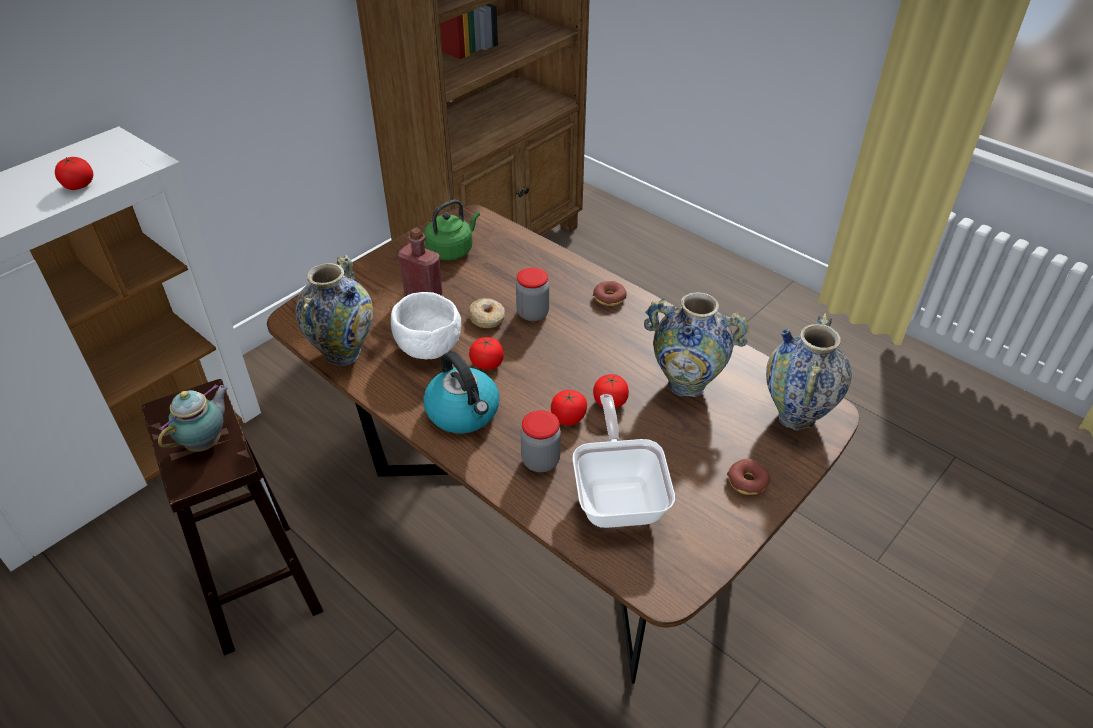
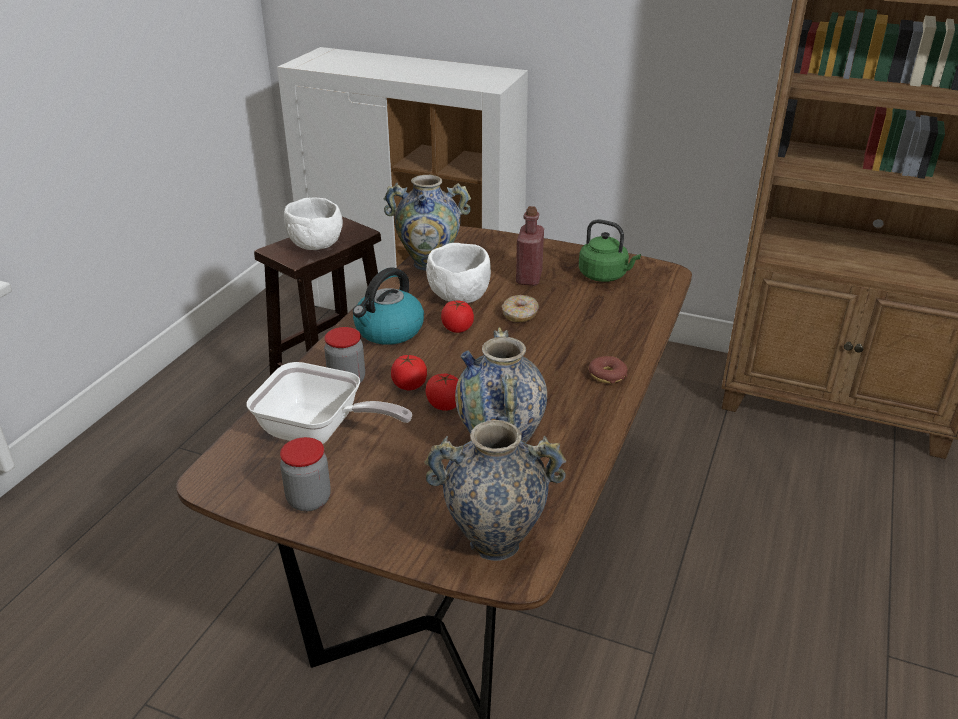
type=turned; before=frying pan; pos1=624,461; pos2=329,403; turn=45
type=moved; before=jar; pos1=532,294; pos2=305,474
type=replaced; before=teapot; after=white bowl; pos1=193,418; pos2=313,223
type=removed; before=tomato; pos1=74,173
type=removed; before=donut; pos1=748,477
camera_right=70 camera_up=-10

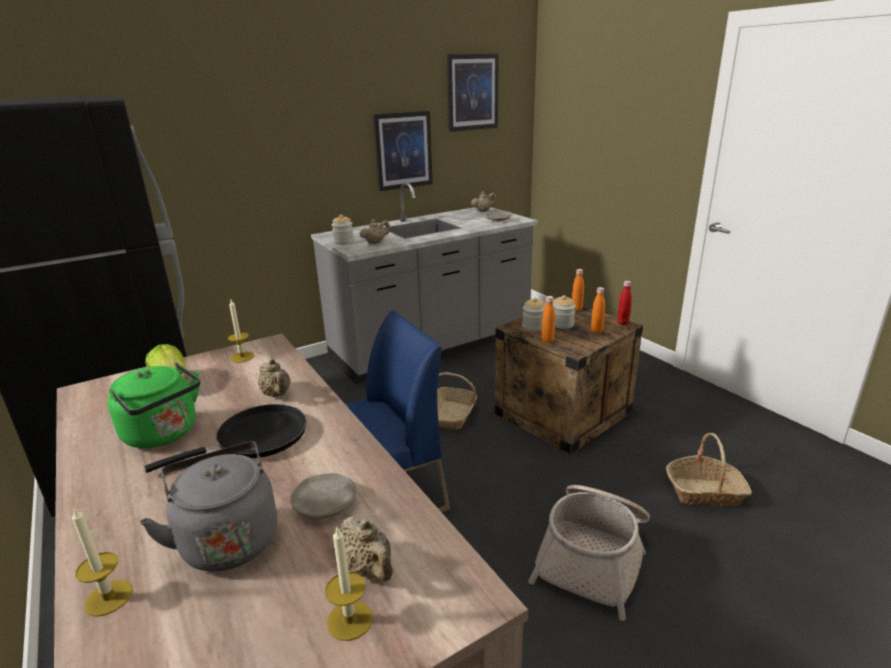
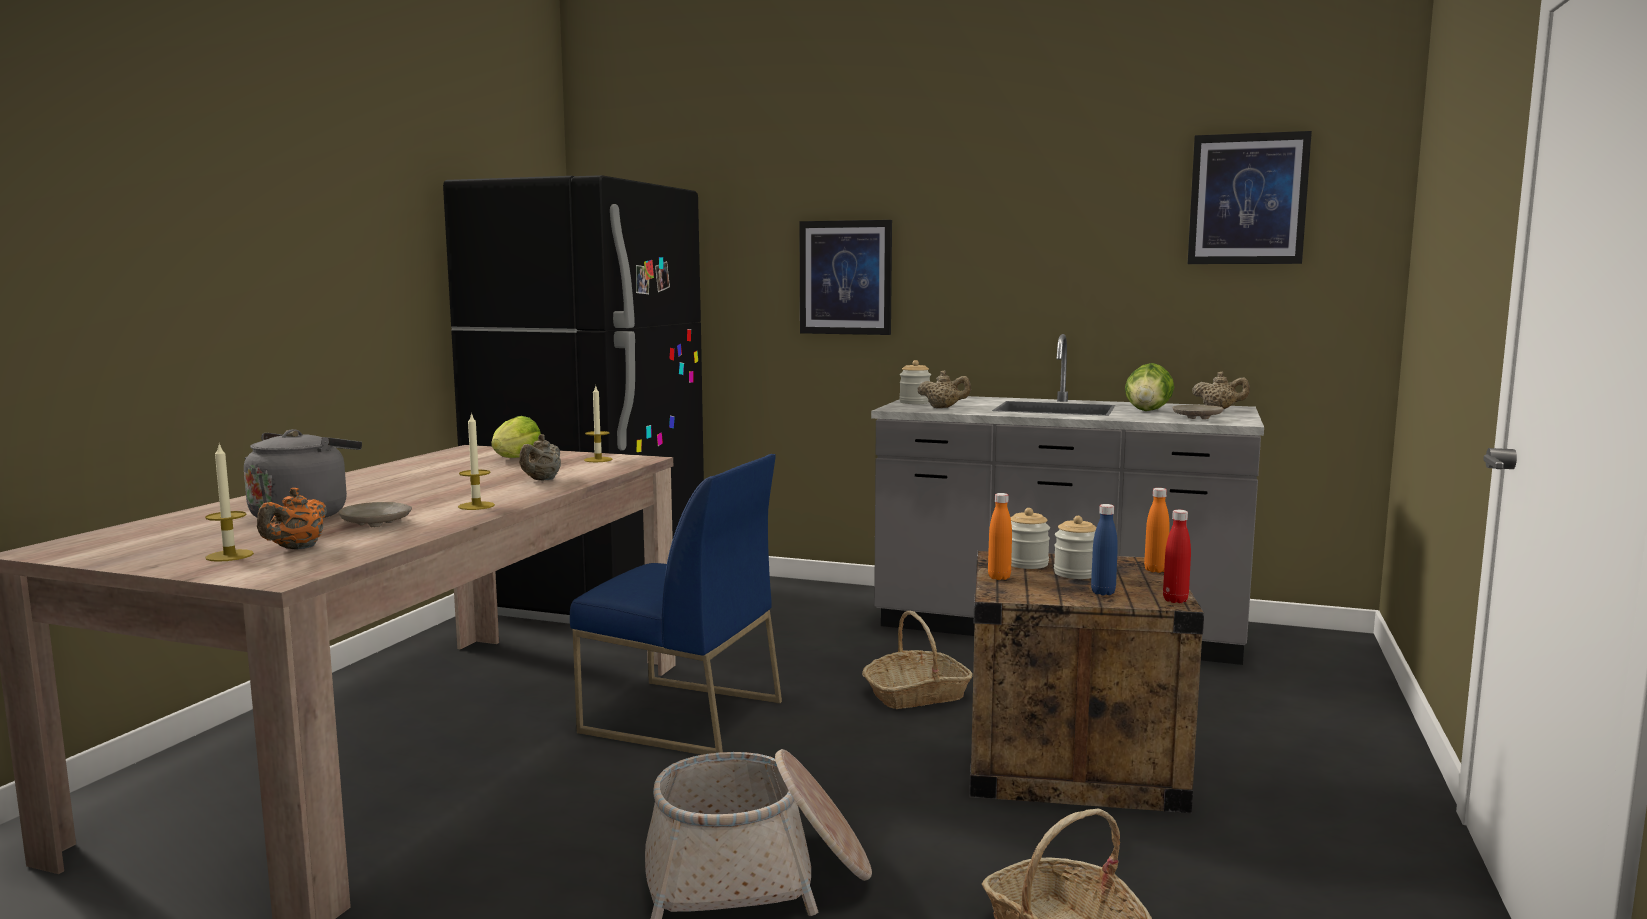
type=recoloured; before=beige teapot; after=orange teapot; pos1=366,549; pos2=292,519
type=moved; before=candle; pos1=102,562; pos2=476,461
type=moved; before=picture; pos1=403,151; pos2=846,277
type=recoloured; before=orange bottle; after=blue bottle; pos1=598,310; pos2=1104,549
type=added; after=lettuce; pos2=1149,387
type=removed; before=green kettle; pos1=154,405
type=removed; before=black frying pan; pos1=225,438
camera_right=50 camera_up=-15

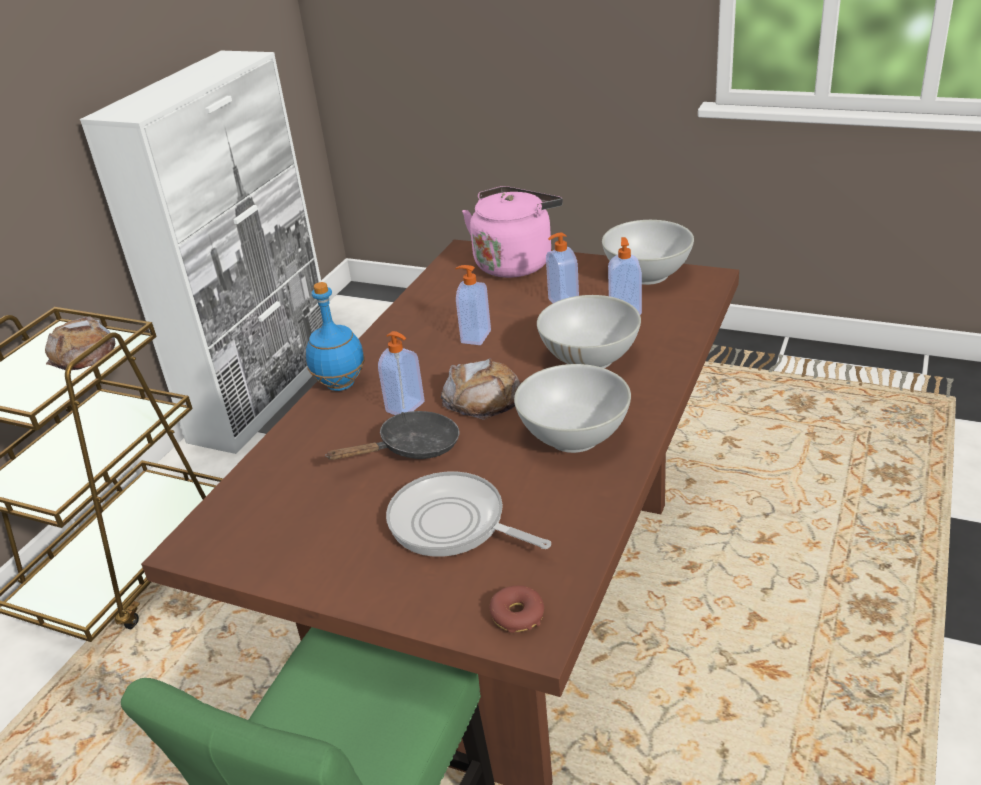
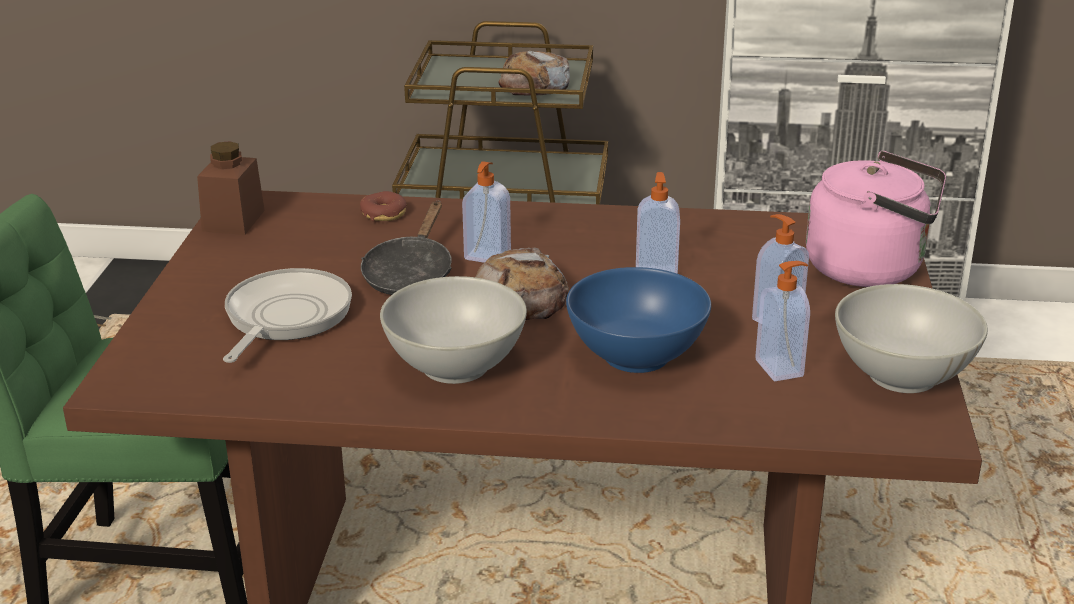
type=added; after=brown jar; pos2=231,188
type=moved; before=donut; pos1=516,609; pos2=383,206
type=turned; before=black frying pan; pos1=392,435; pos2=406,248; turn=60
type=recoloured; before=white bowl; after=blue bowl; pos1=589,331; pos2=638,320
type=removed; before=blue bottle; pos1=335,336
camera_right=70 camera_up=-5

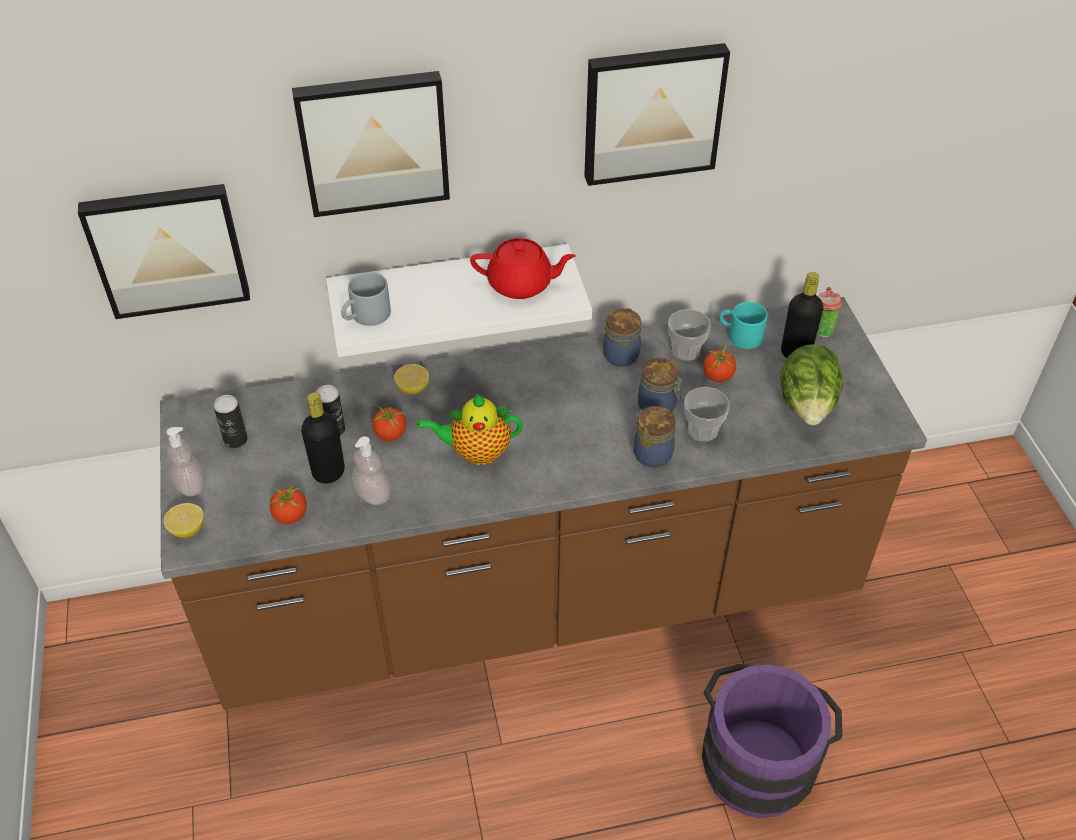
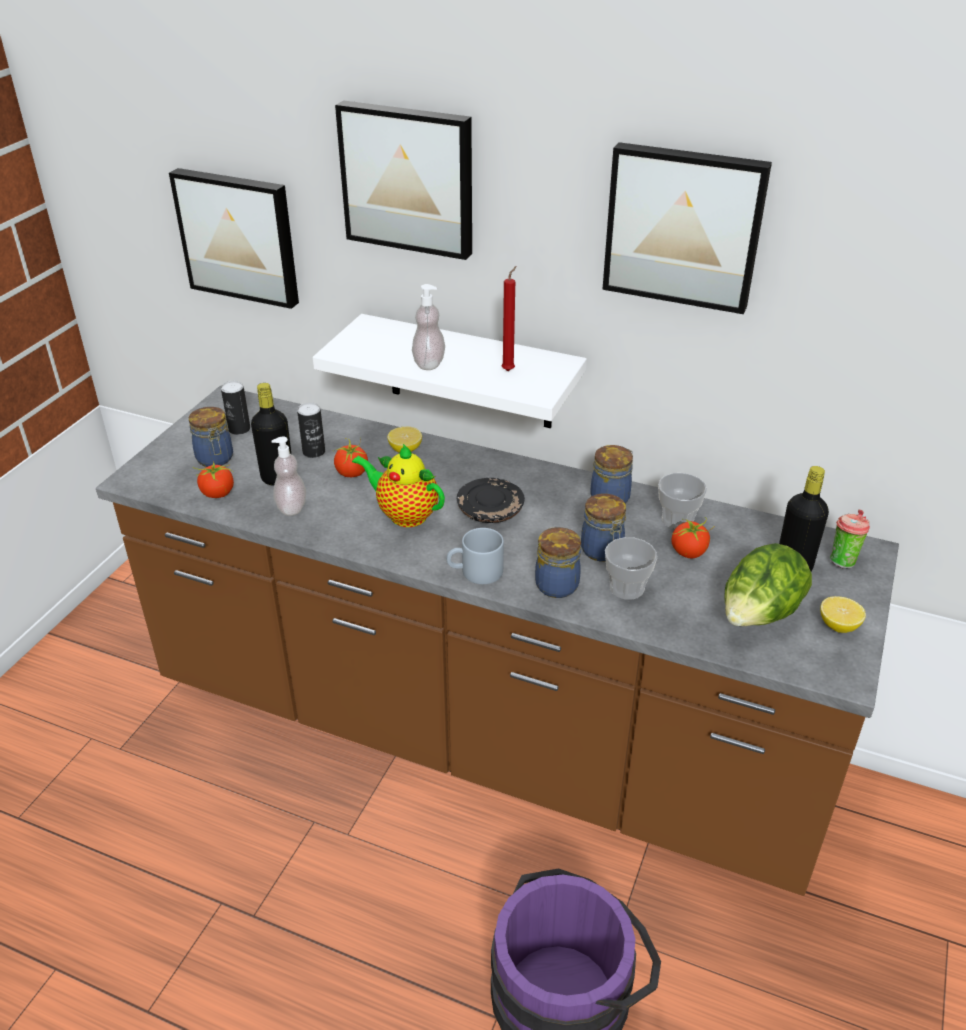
type=added; after=jar; pos2=211,437
type=moved; before=soap dispenser; pos1=186,462; pos2=428,327
type=moved; before=grey mug; pos1=366,299; pos2=475,556
type=added; after=black plate; pos2=491,500
type=replaced; before=red teapot; after=red candle; pos1=523,268; pos2=508,318
type=moved; before=lemon; pos1=184,520; pos2=843,614
type=removed; before=turquoise mug; pos1=744,325
camera_right=35 camera_up=-10

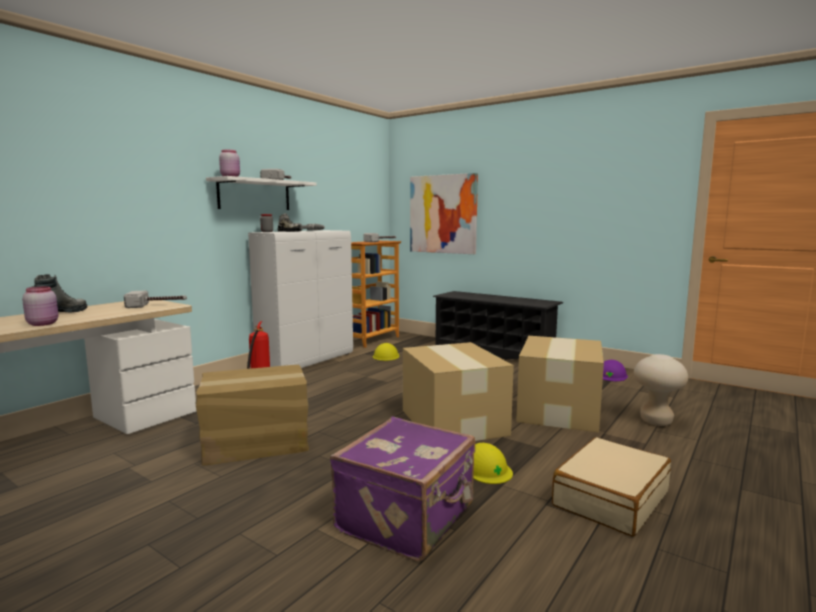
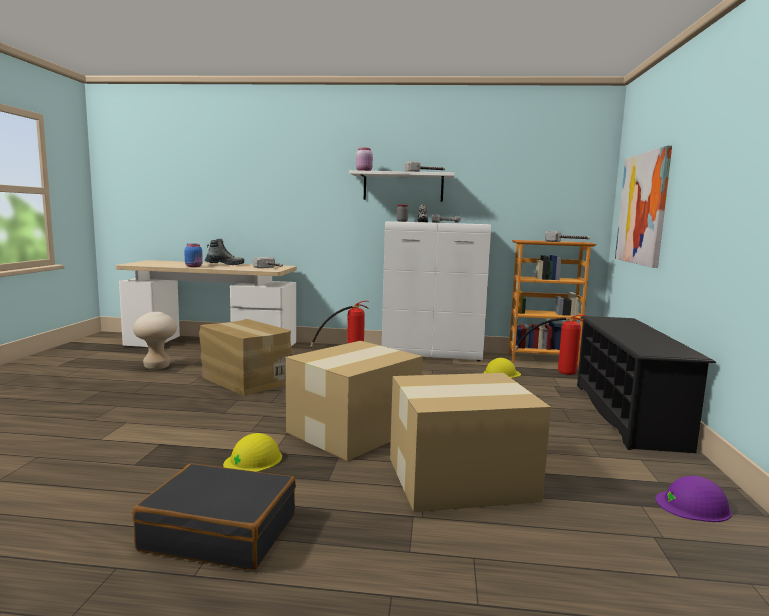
type=moved; before=beige stool; pos1=661,390; pos2=155,341
type=recoloured; before=beige suitcase; after=black suitcase; pos1=611,487; pos2=214,516
type=recoloured; before=pink jar; after=blue jar; pos1=40,306; pos2=193,255
type=added; after=fire extinguisher; pos2=551,345
type=removed; before=purple suitcase; pos1=402,489
camera_right=60 camera_up=0

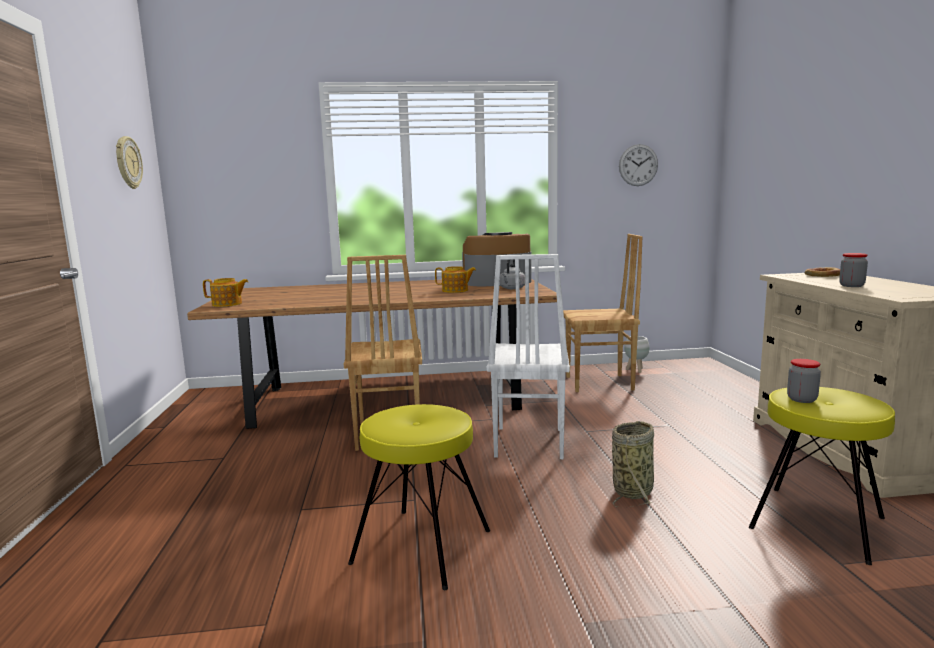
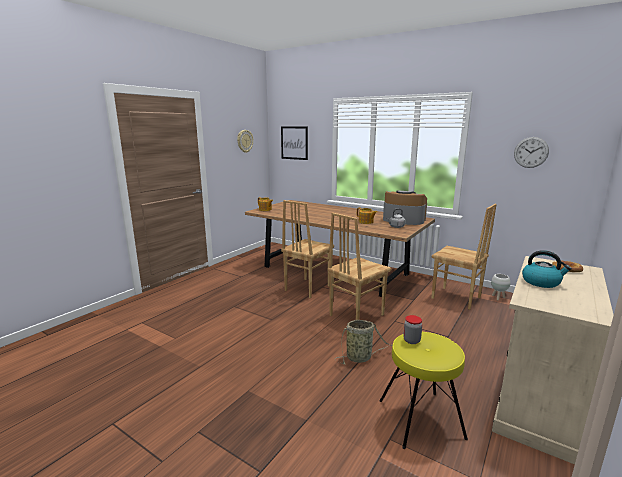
type=added; after=picture; pos2=294,143
type=recoloured; before=white chair; after=brown chair; pos1=528,356; pos2=359,266
type=replaced; before=jar; after=kettle; pos1=853,270; pos2=547,269
type=removed; before=yellow stool; pos1=419,497
camera_right=40 camera_up=5

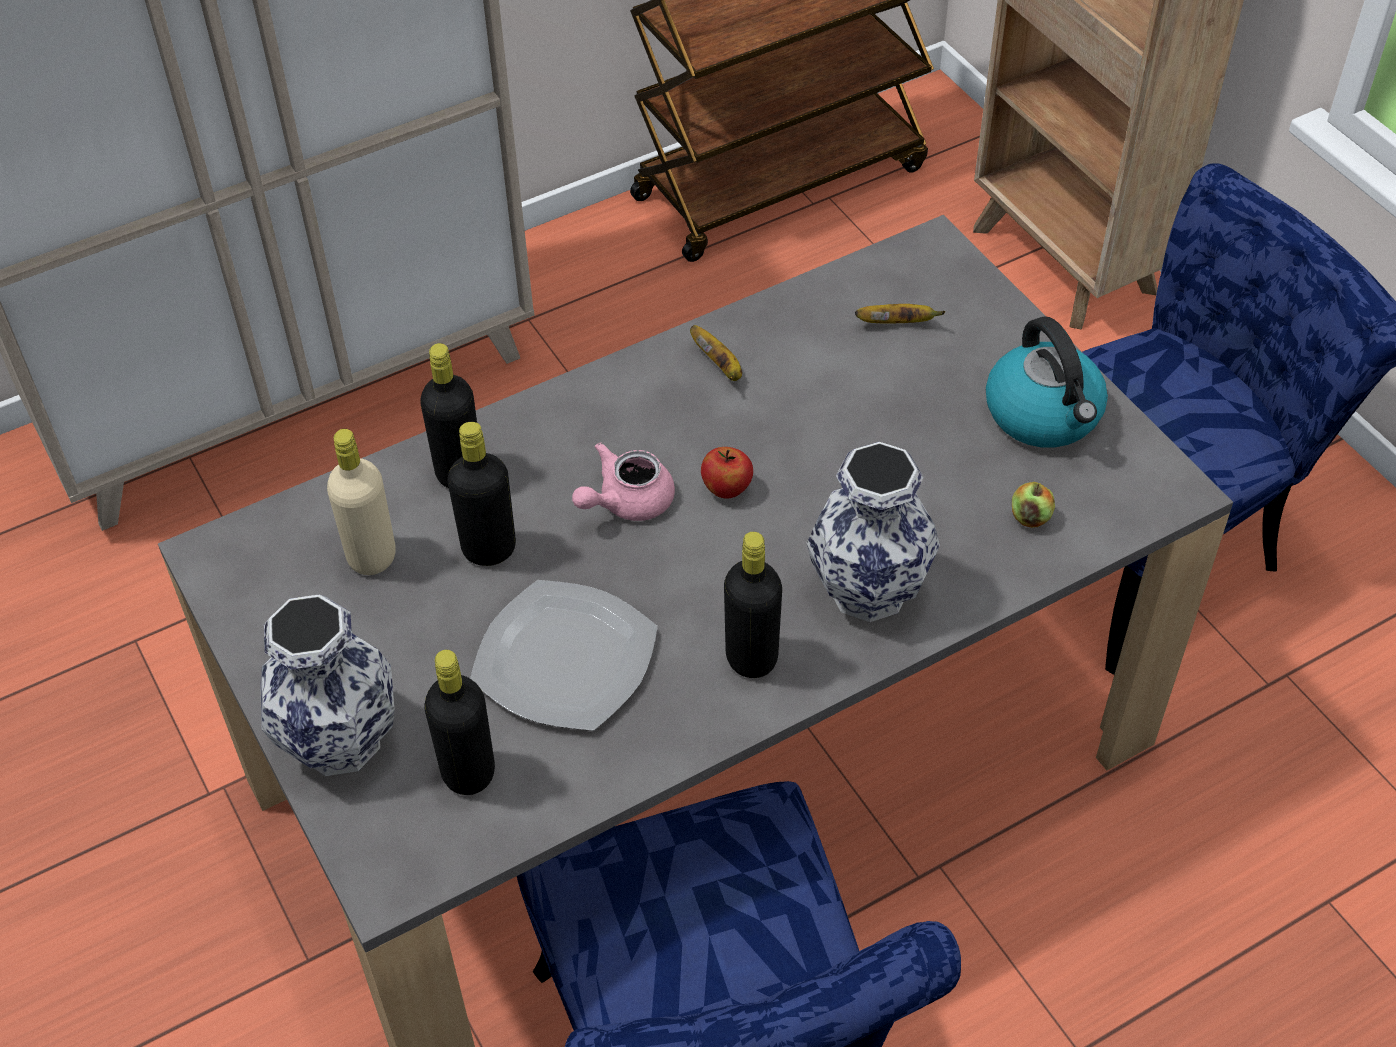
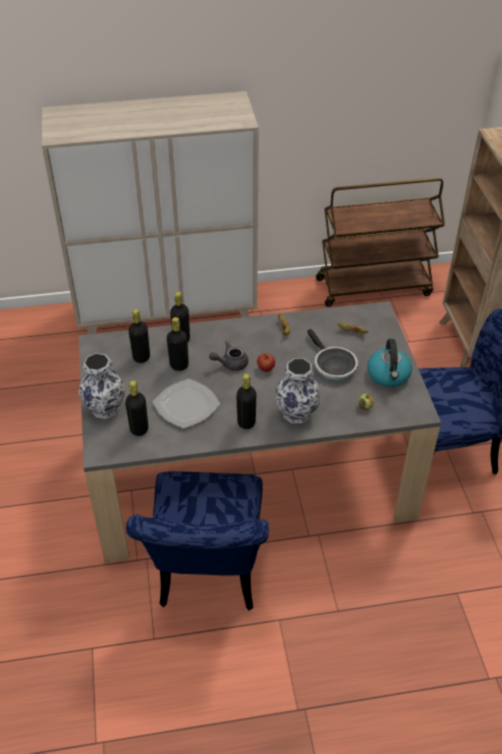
type=recoloured; before=beige bottle; after=black bottle; pos1=361,502; pos2=139,336
type=recoloured; before=pink teapot; after=grey teapot; pos1=623,482; pos2=228,356
type=added; after=frying pan; pos2=332,355
camera_right=20 camera_up=-5

